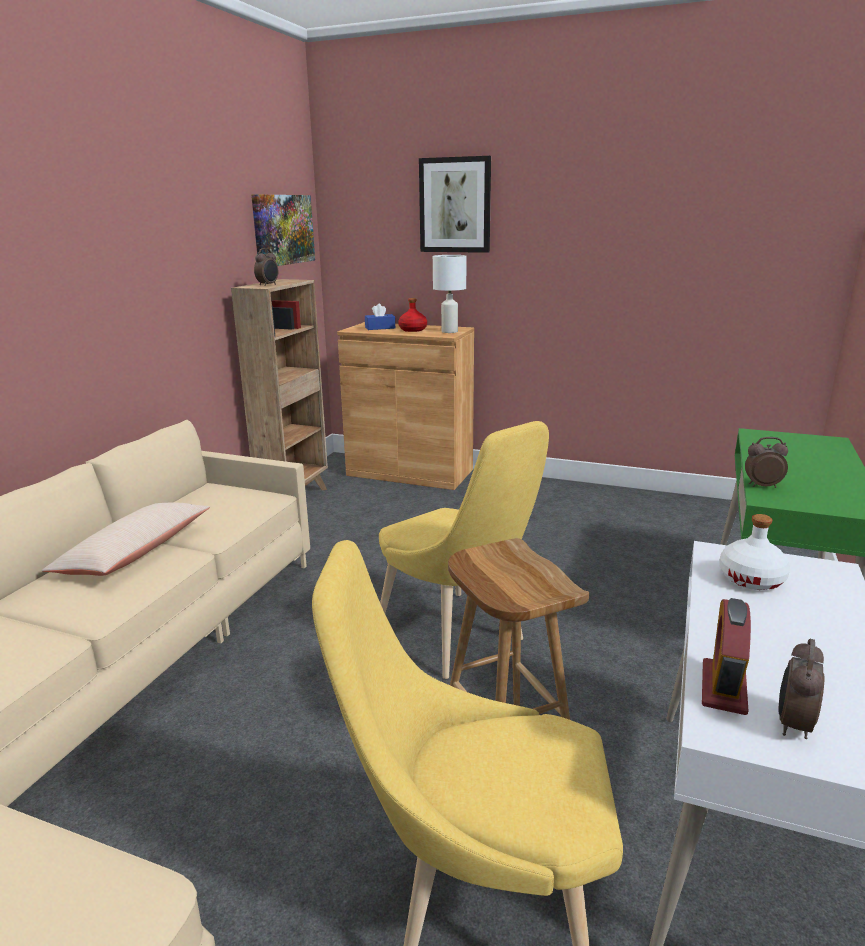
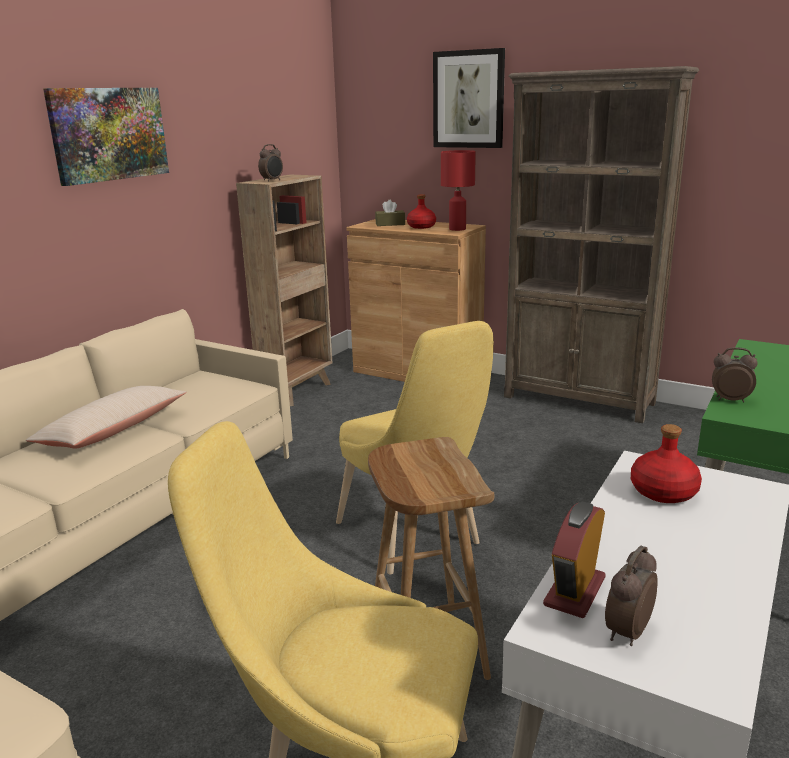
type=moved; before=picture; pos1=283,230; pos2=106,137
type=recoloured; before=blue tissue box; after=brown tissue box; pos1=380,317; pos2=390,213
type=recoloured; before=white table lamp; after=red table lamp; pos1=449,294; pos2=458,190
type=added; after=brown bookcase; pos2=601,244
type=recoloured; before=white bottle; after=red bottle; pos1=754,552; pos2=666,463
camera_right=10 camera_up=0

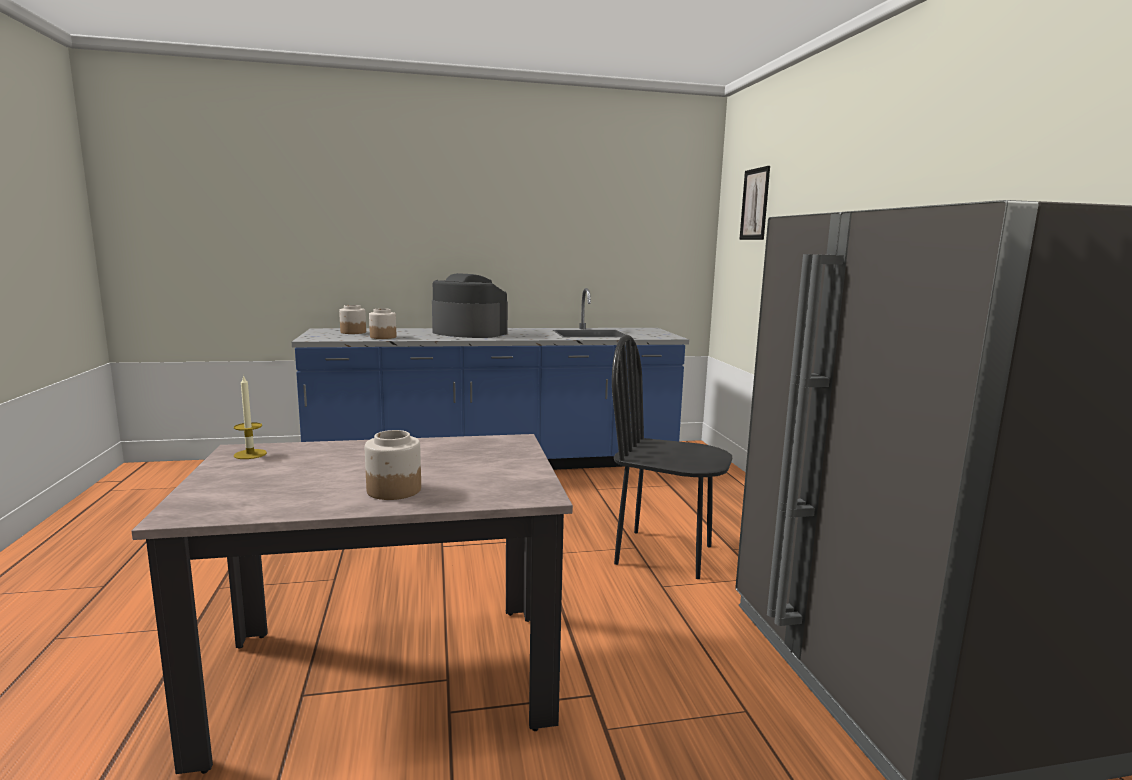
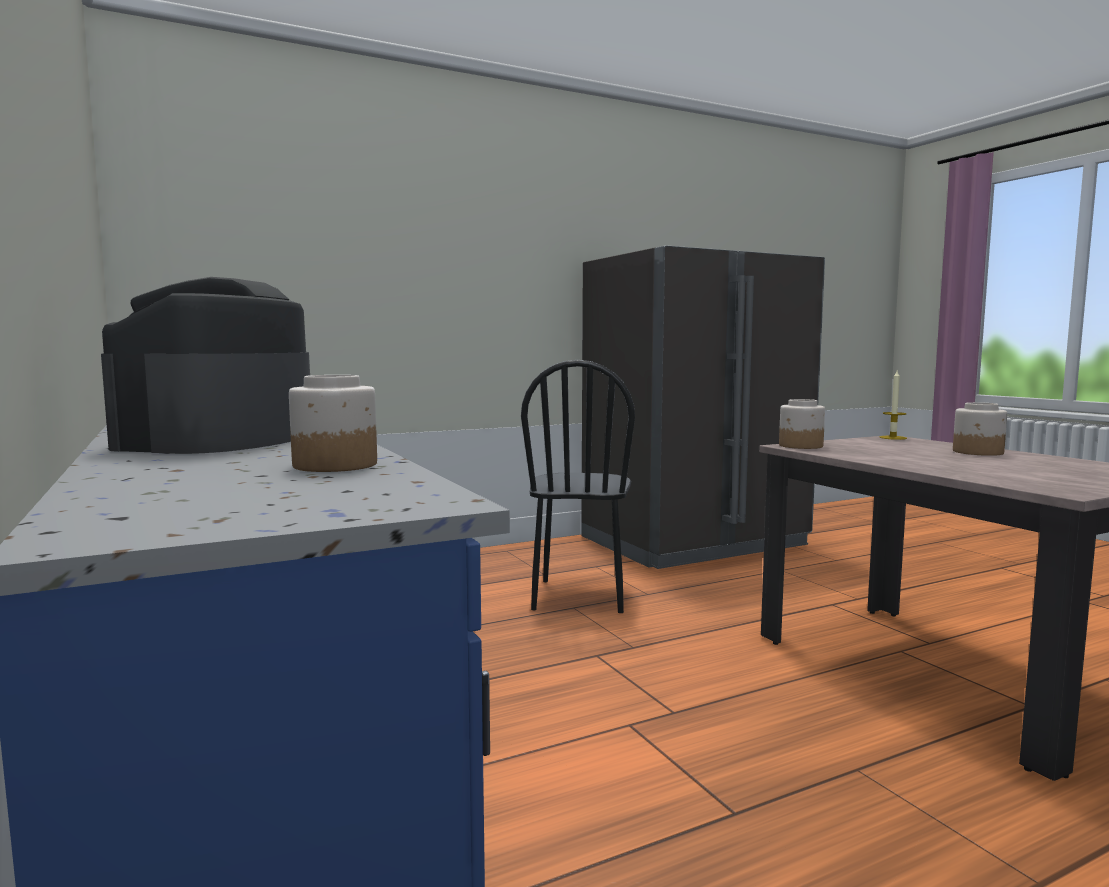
type=moved; before=jar; pos1=352,319; pos2=802,424
type=moved; before=candle; pos1=250,417; pos2=893,405
type=removed; before=picture; pos1=754,203
camera_right=-105 camera_up=-5

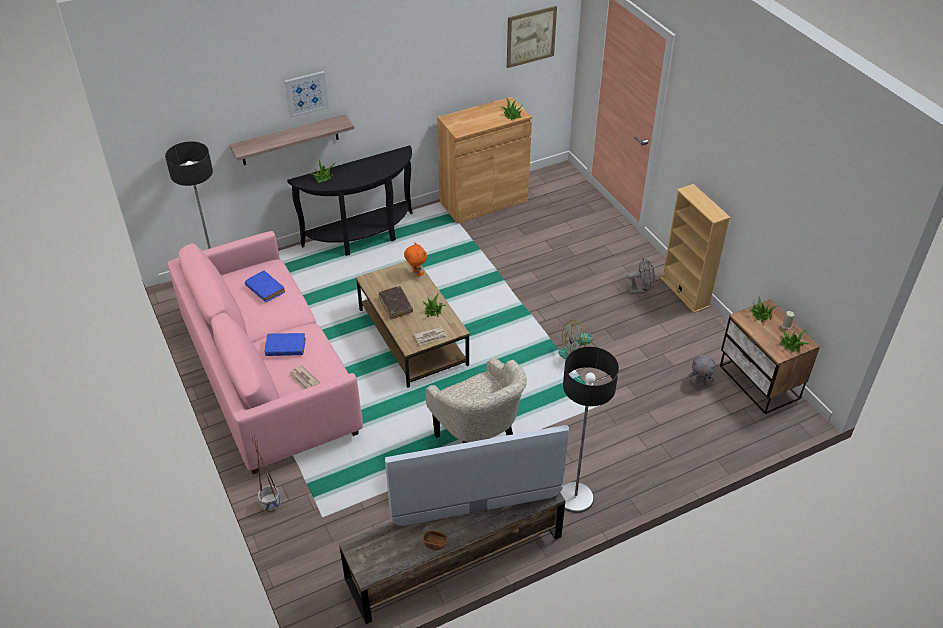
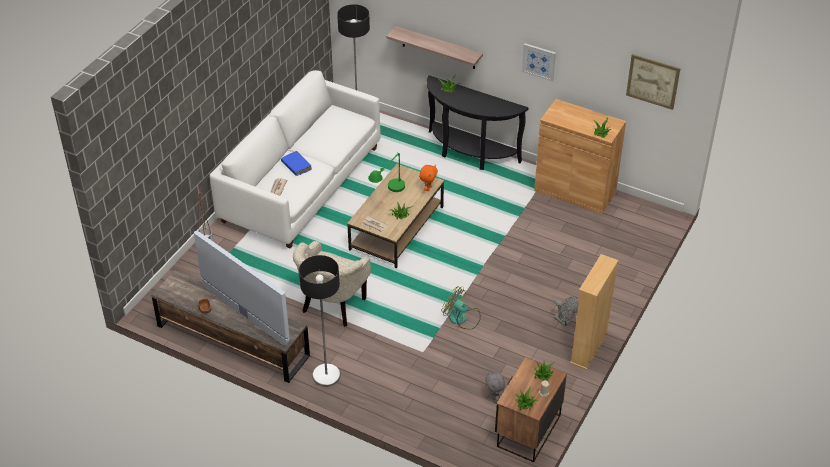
type=recoloured; before=pink sofa; after=white sofa; pos1=265,352; pos2=295,159
type=replaced; before=brown book; after=green table lamp; pos1=396,302; pos2=386,172
type=moved; before=picture; pos1=306,94; pos2=539,62
type=removed; before=blue book; pos1=265,286
camera_right=55 camera_up=0

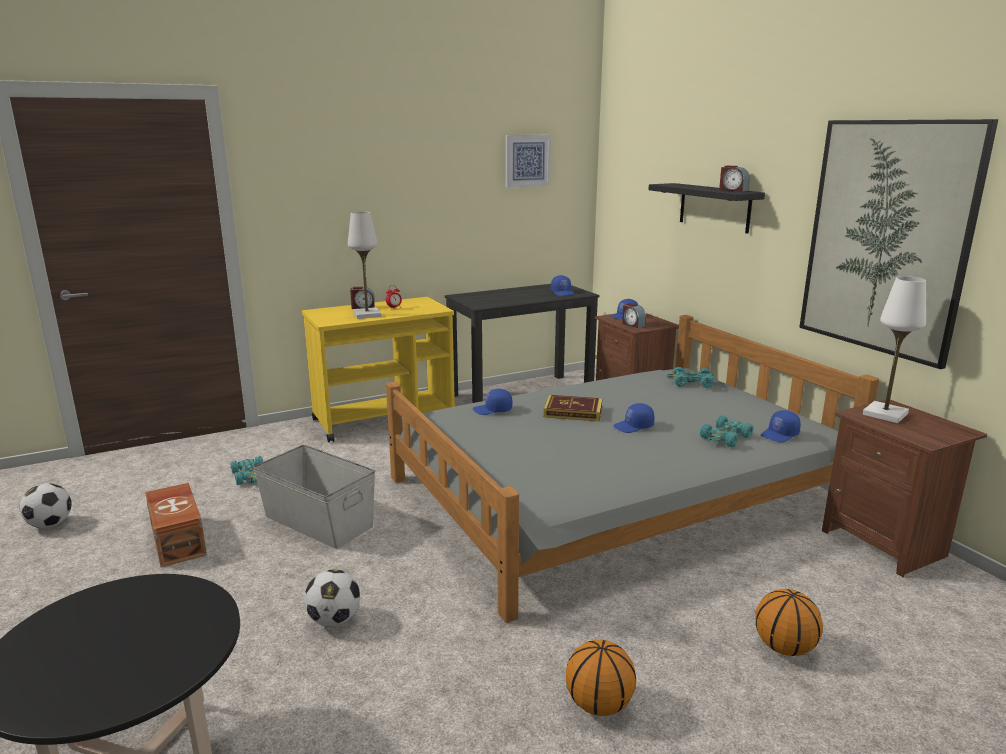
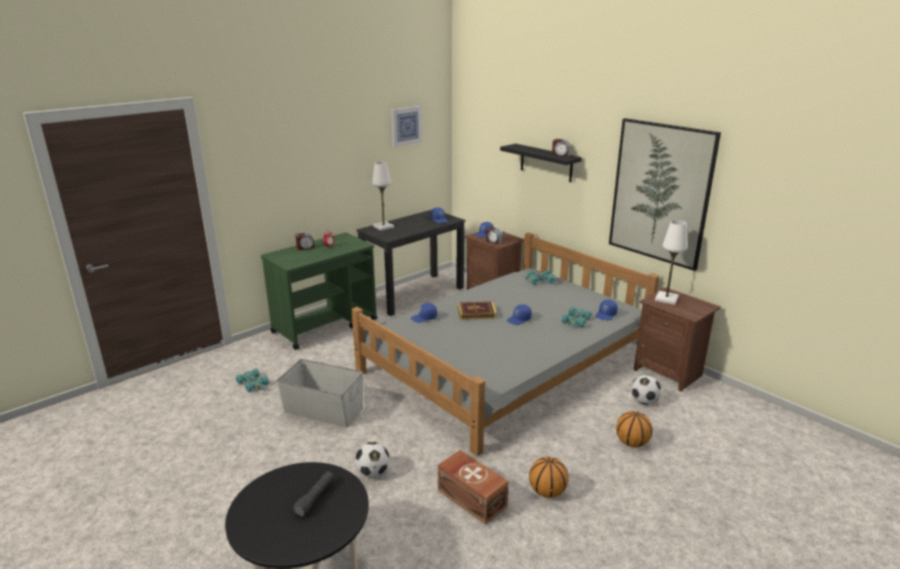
type=recoloured; before=yellow cart; after=green cart; pos1=378,369; pos2=319,291
type=added; after=black flashlight; pos2=313,494
type=moved; before=white table lamp; pos1=364,265; pos2=383,196
type=moved; before=brown storage box; pos1=176,525; pos2=473,487
type=moved; before=football; pos1=45,505; pos2=646,390
camera_right=-15 camera_up=5

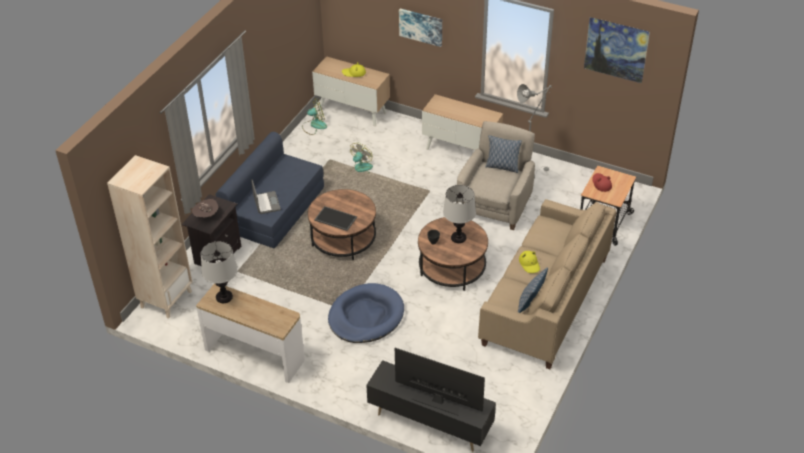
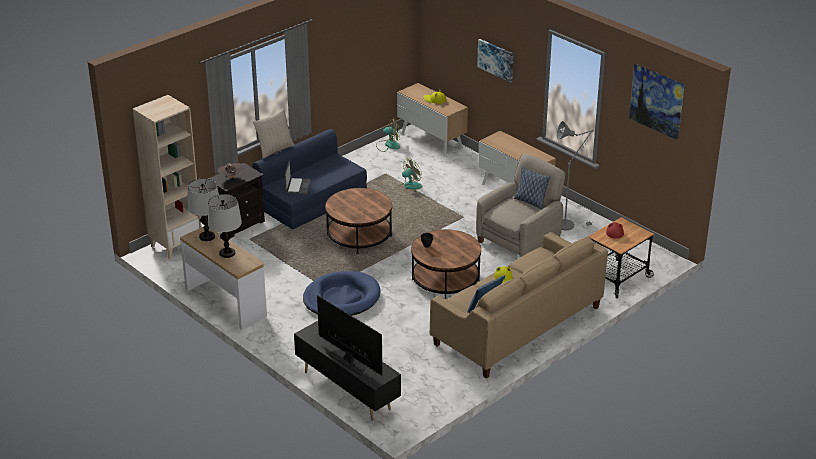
type=moved; before=table lamp; pos1=459,214; pos2=225,226
type=added; after=beige pillow; pos2=274,134
type=removed; before=tray; pos1=335,218
camera_right=20 camera_up=-10

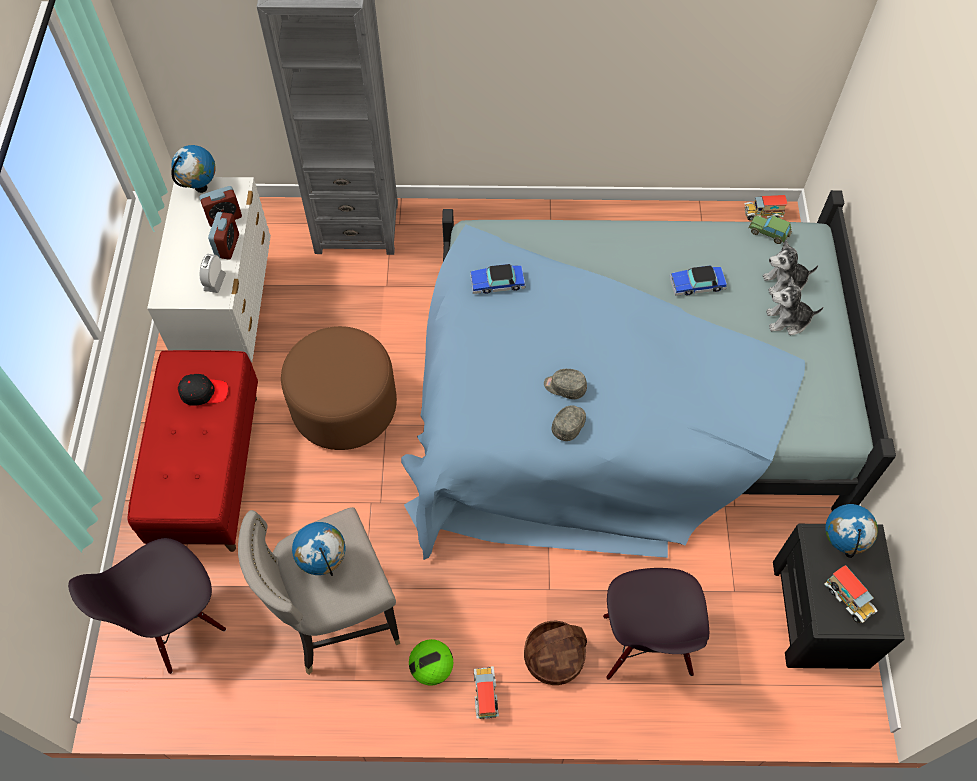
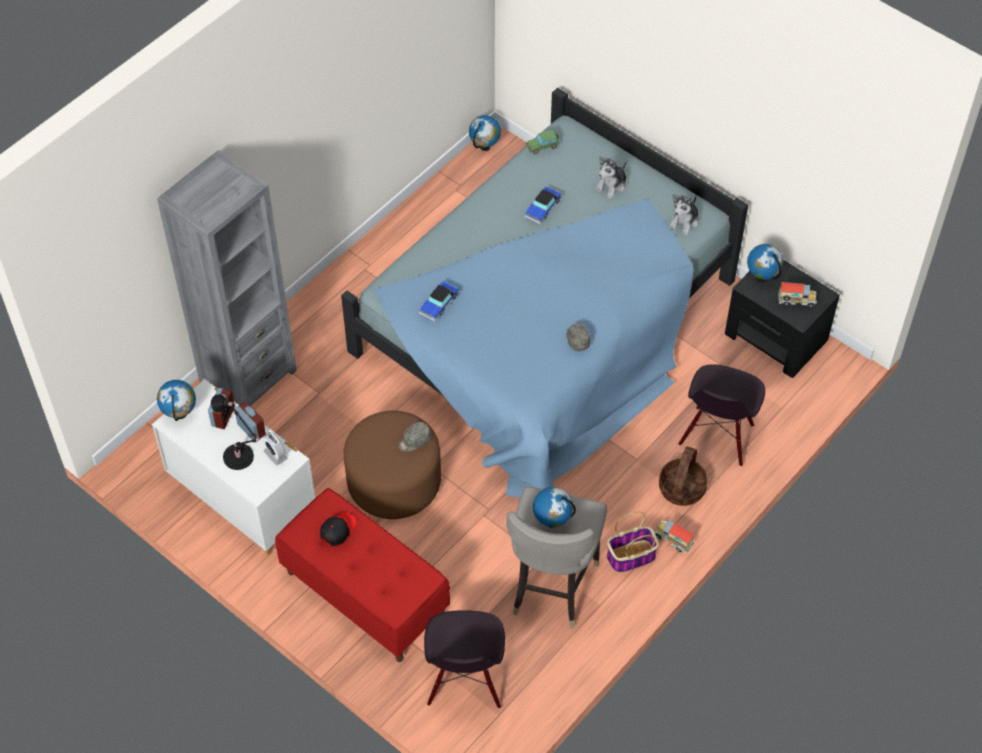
type=added; after=black table lamp; pos2=236,432
type=moved; before=grey cap; pos1=565,384; pos2=415,437
type=replaced; before=toy truck; after=globe; pos1=765,208; pos2=485,133
type=replaced; before=football; after=basket; pos1=431,662; pos2=633,542
type=moved; before=plush toy; pos1=790,267; pos2=684,215
type=turned; before=black chair; pos1=656,624; pos2=721,415; turn=75
camera_right=-50 camera_up=-5

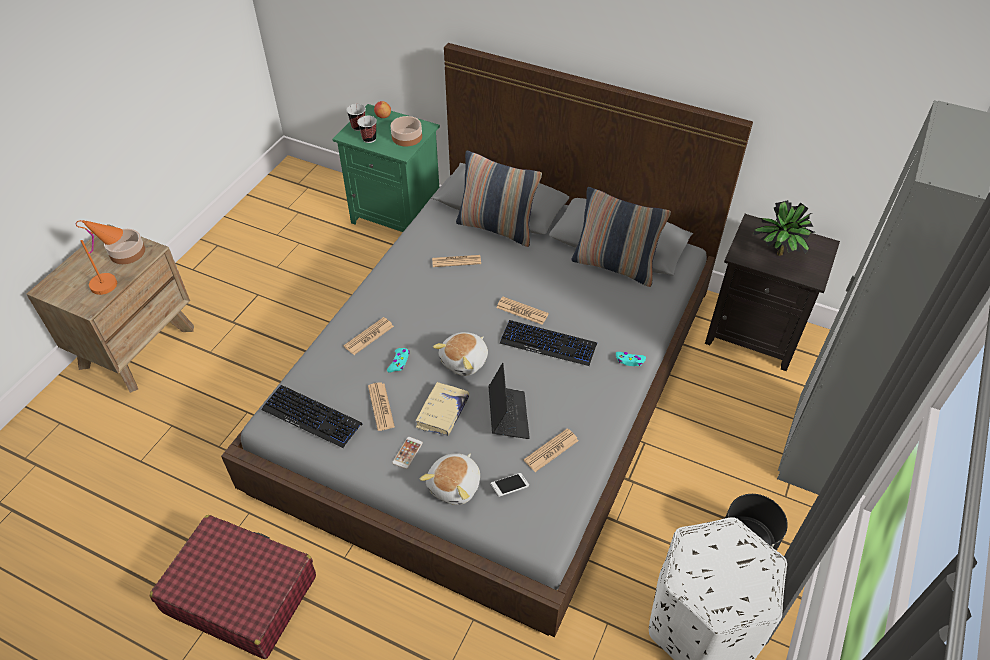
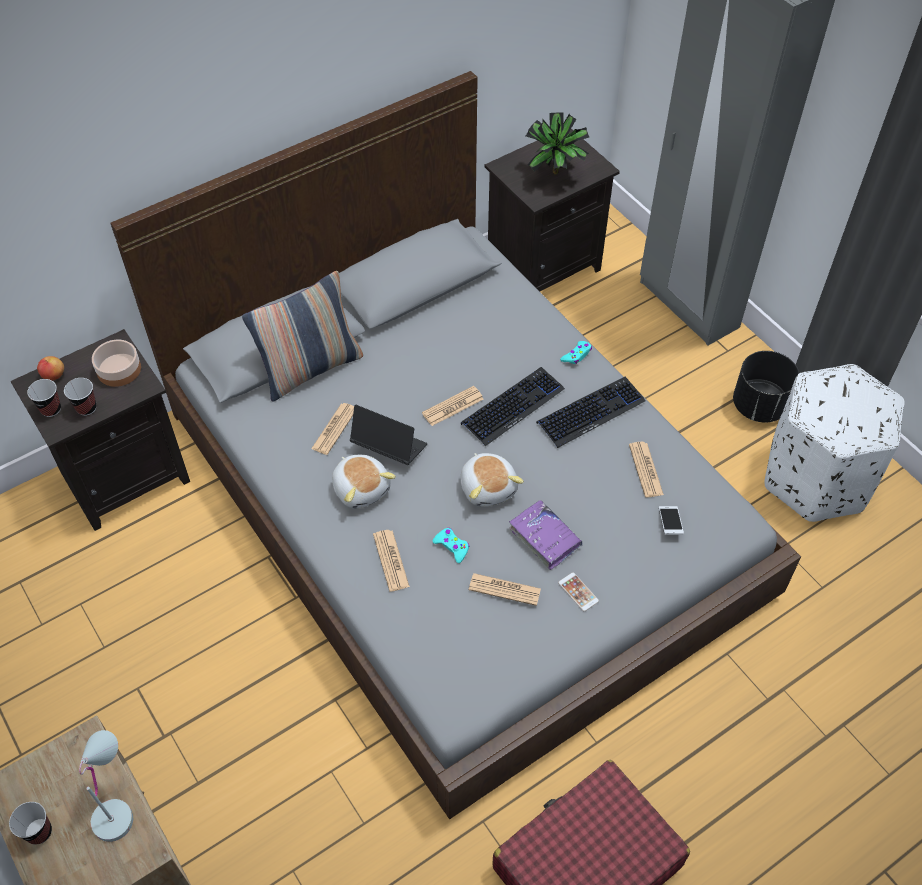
type=added; after=cup; pos2=30,823
type=recoloured; before=green nightstand; after=black nightstand; pos1=386,168; pos2=100,430
type=recoloured; before=orange table lamp; after=white table lamp; pos1=99,257; pos2=106,786
type=moved; before=plush toy; pos1=450,479; pos2=364,482
type=moved; before=laptop; pos1=509,401; pos2=388,435
type=recoloured; before=beige book; after=purple book; pos1=442,409; pos2=546,535
type=moved; before=keyboard; pos1=311,416; pos2=591,412
type=removed; before=bowl; pos1=124,246
type=removed; before=pillow; pos1=621,237
camera_right=-60 camera_up=5

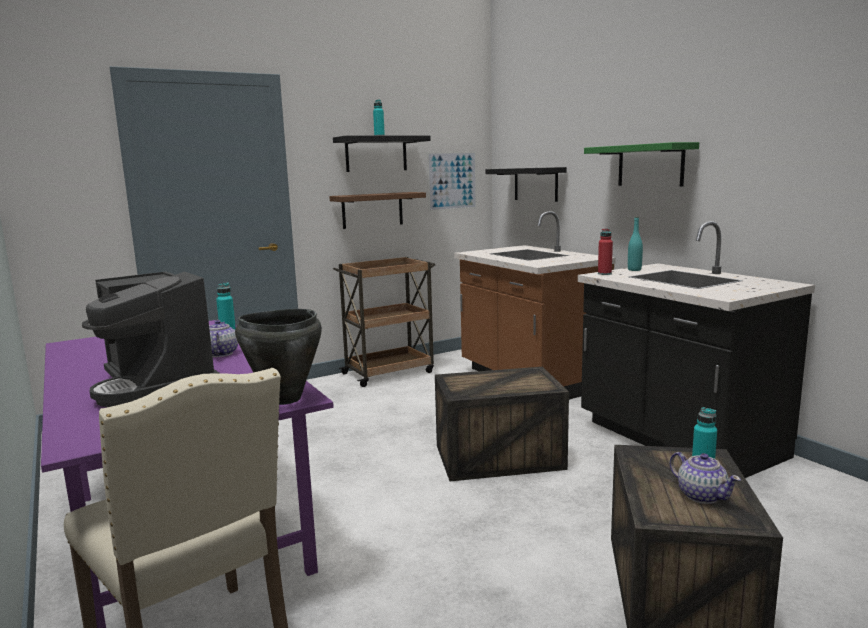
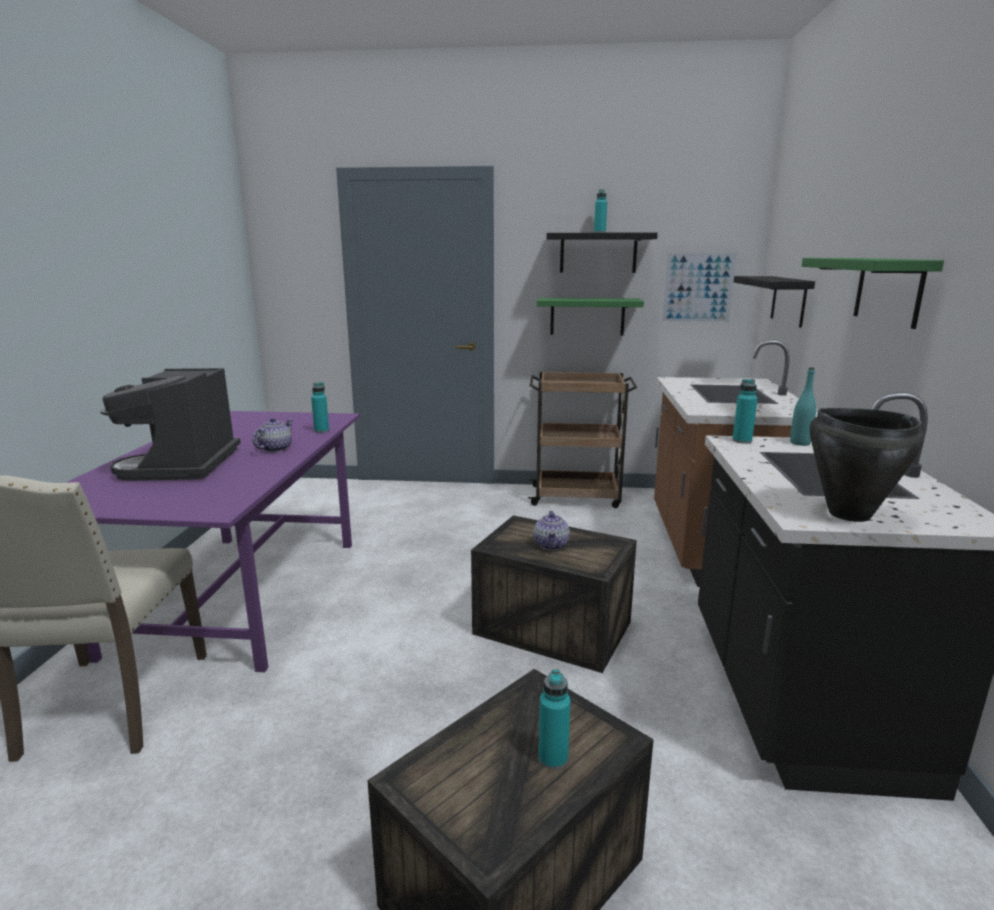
type=moved; before=teapot; pos1=705,478; pos2=552,530
type=recoloured; before=brown shelf; after=green shelf; pos1=377,210; pos2=590,316
type=recoloured; before=red bottle; after=turquoise bottle; pos1=605,251; pos2=745,411
type=moved; before=black cooking pot; pos1=278,357; pos2=867,465
camera_right=35 camera_up=5

